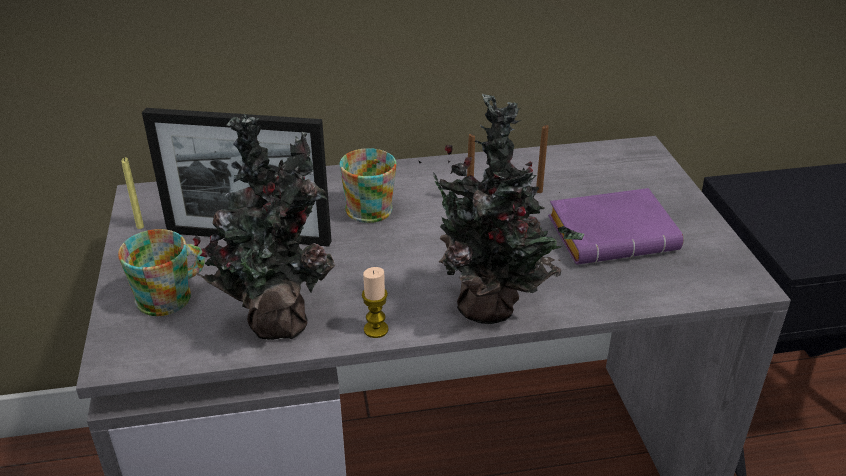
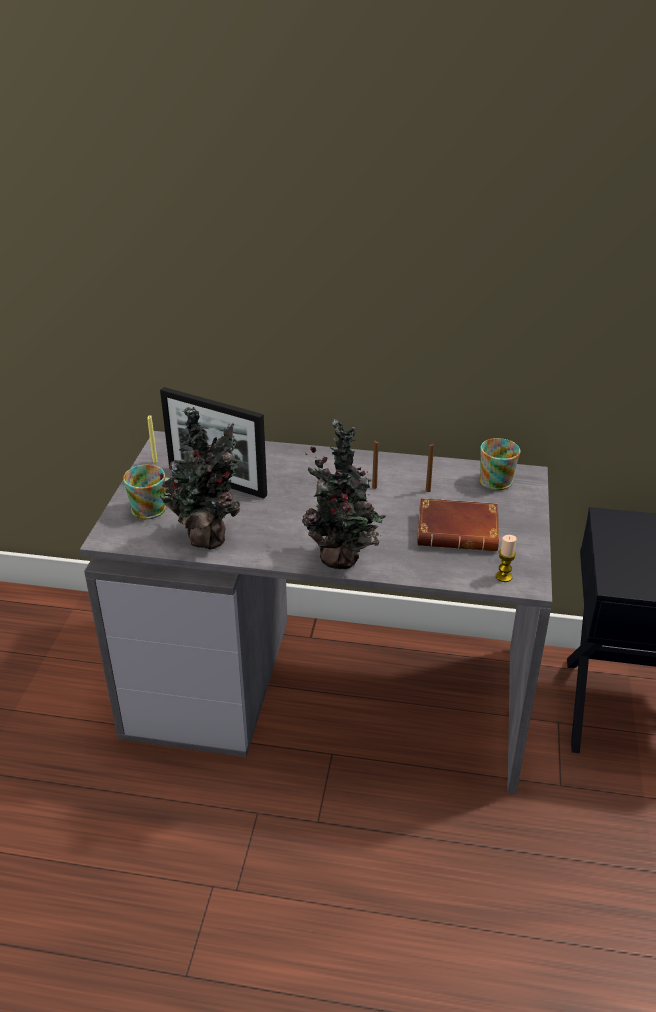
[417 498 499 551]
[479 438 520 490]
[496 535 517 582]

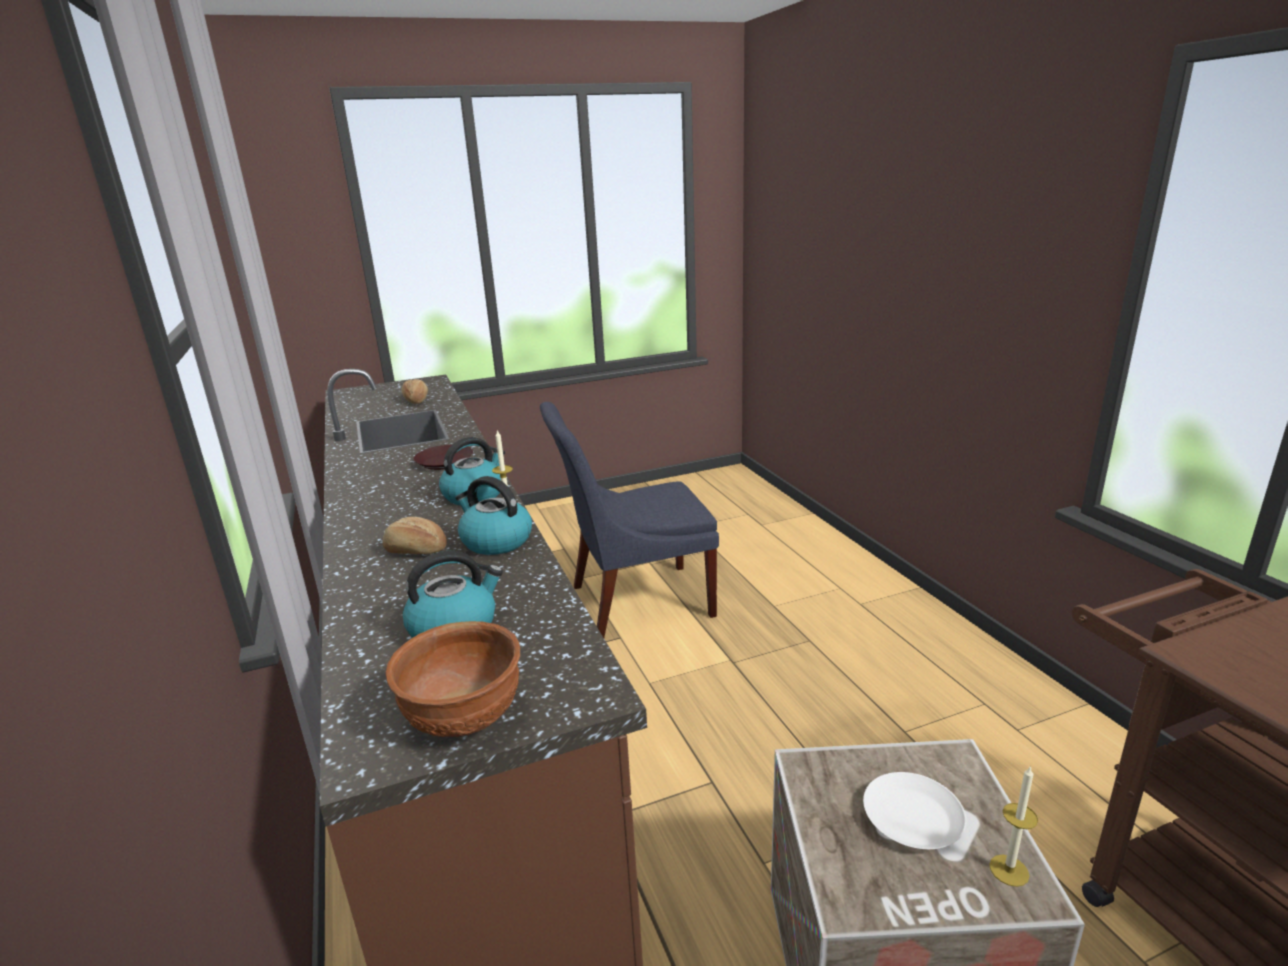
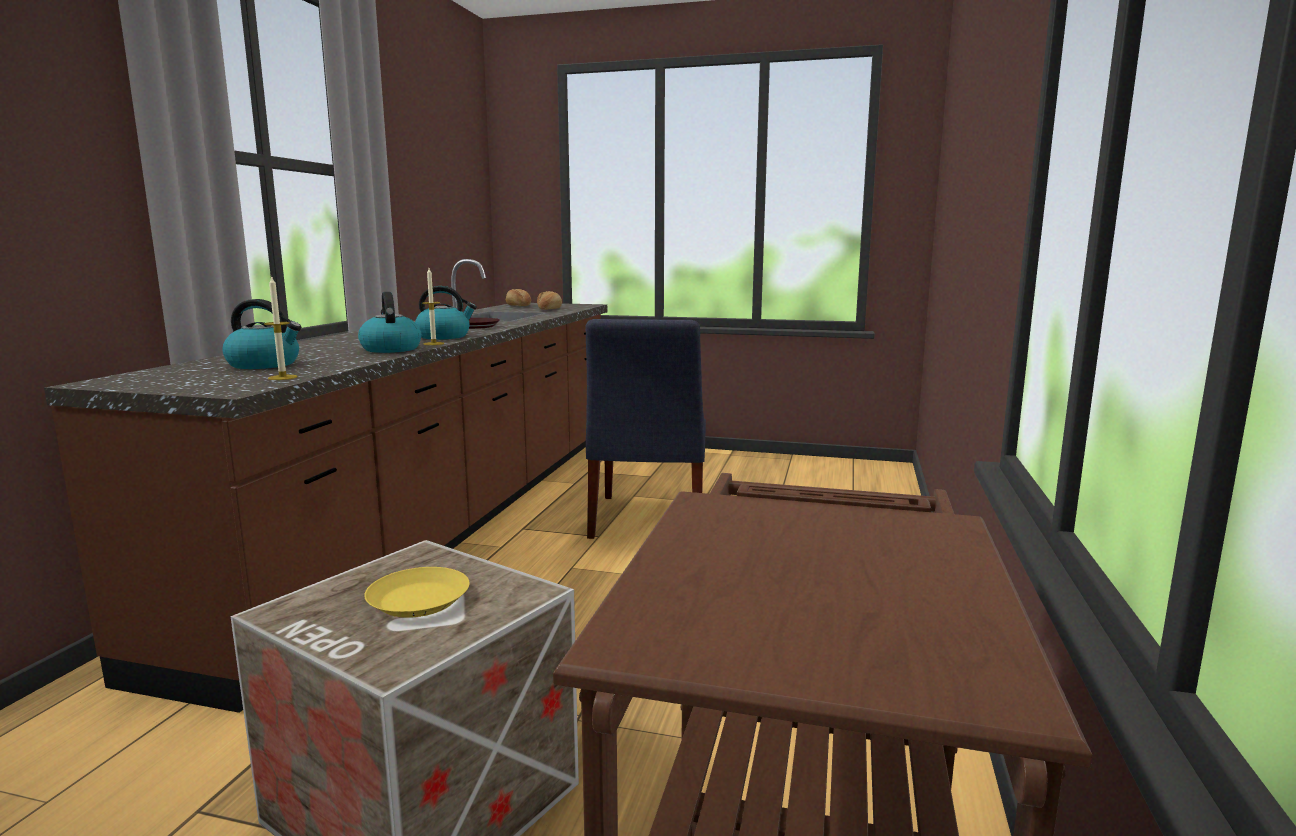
[264 275 298 380]
[364 567 470 618]
[506 289 531 306]
[585 319 706 539]
[385 621 520 737] (first image)

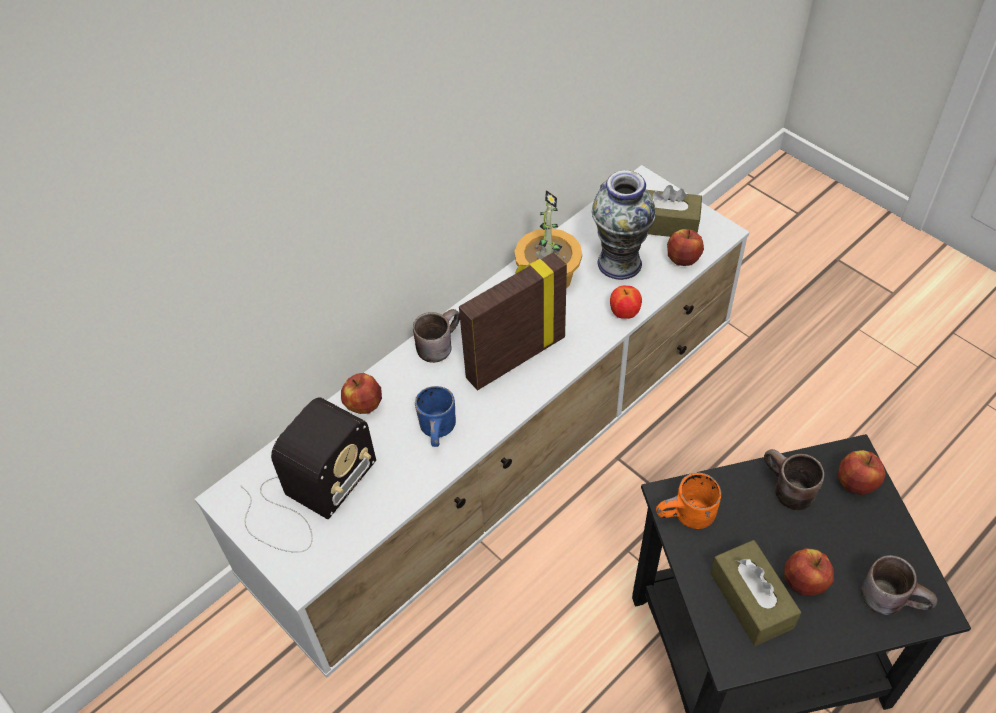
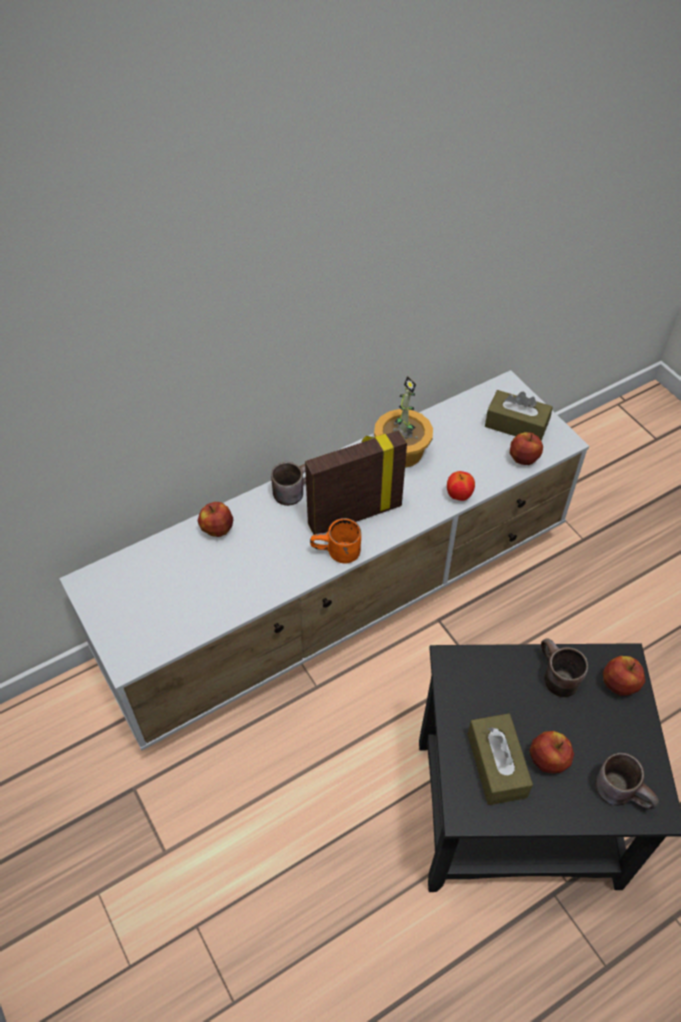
[310 518 361 563]
[241 397 376 553] (first image)
[415 386 456 447] (first image)
[592 170 656 280] (first image)

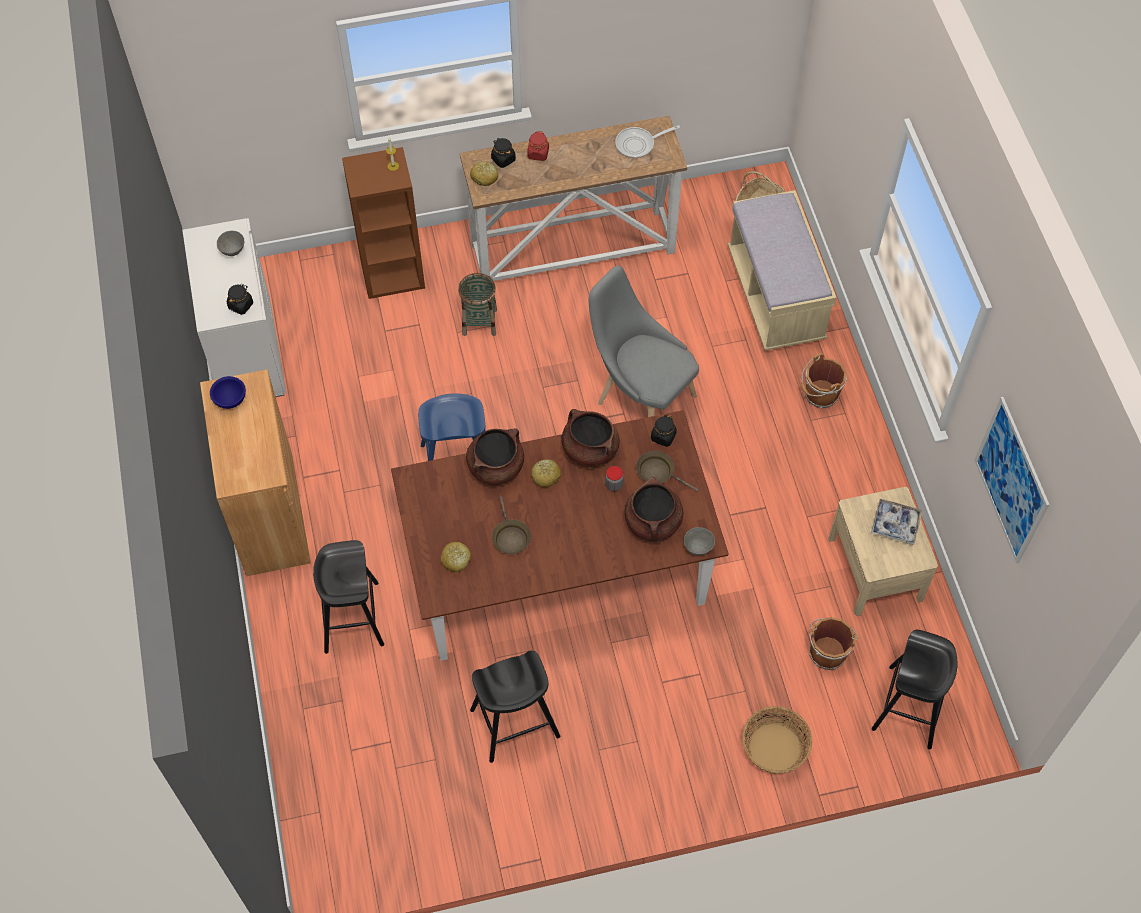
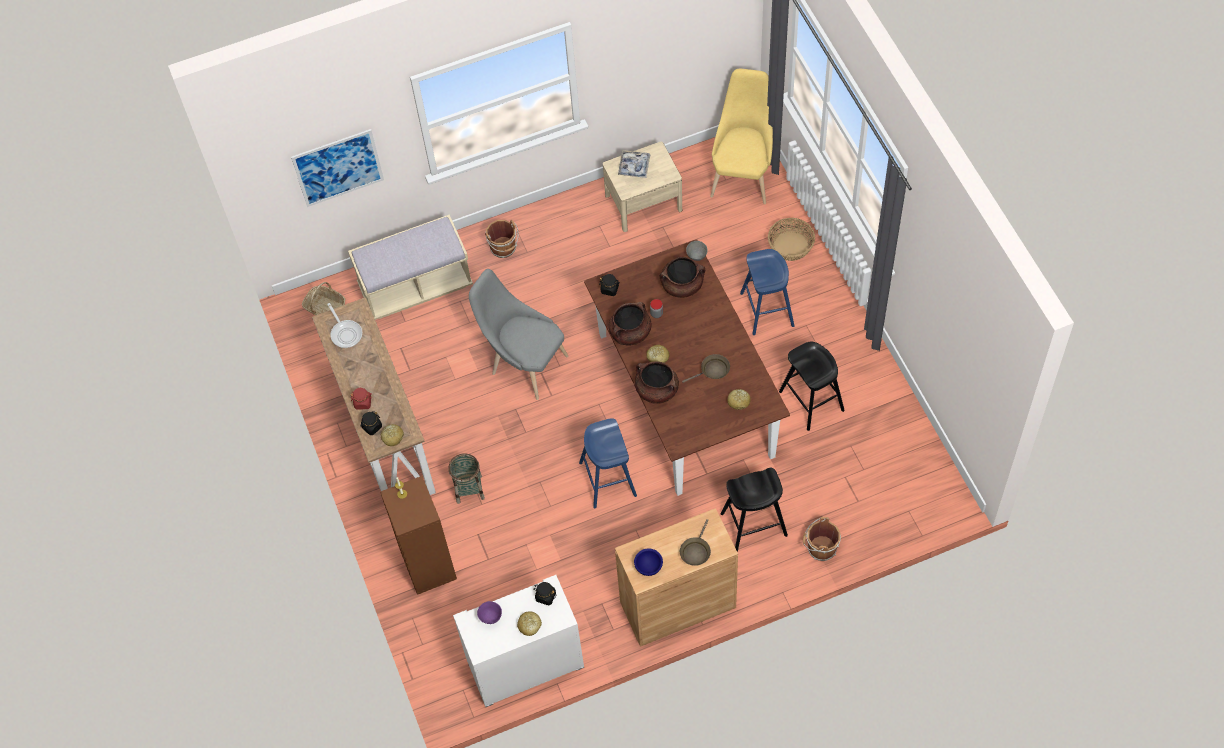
[291 129 384 207]
[469 269 568 400]
[477 601 502 624]
[517 611 542 636]
[680 519 711 566]
[710 69 773 204]
[740 249 794 335]
[803 517 841 561]

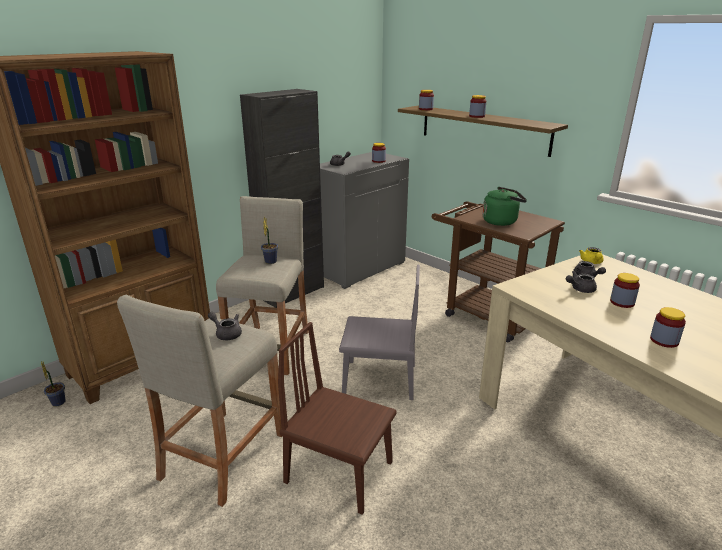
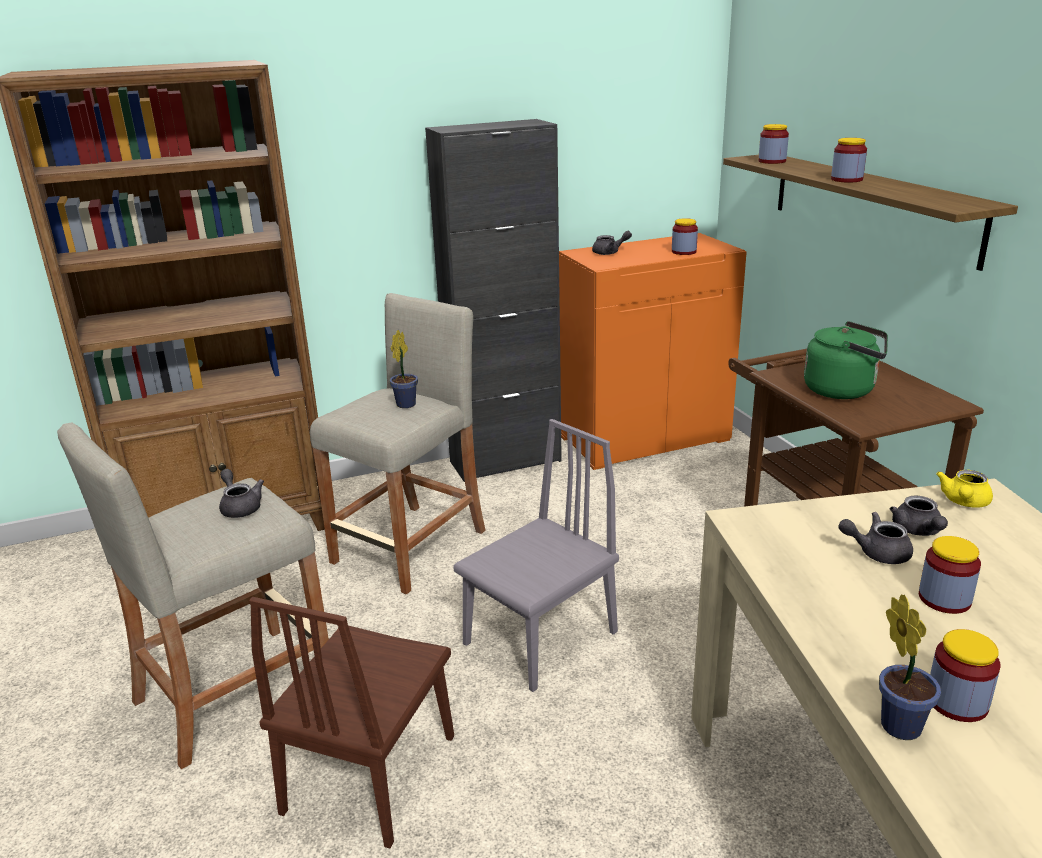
[249 597 454 849]
[453 419 619 692]
[559 233 747 470]
[879 595 941 740]

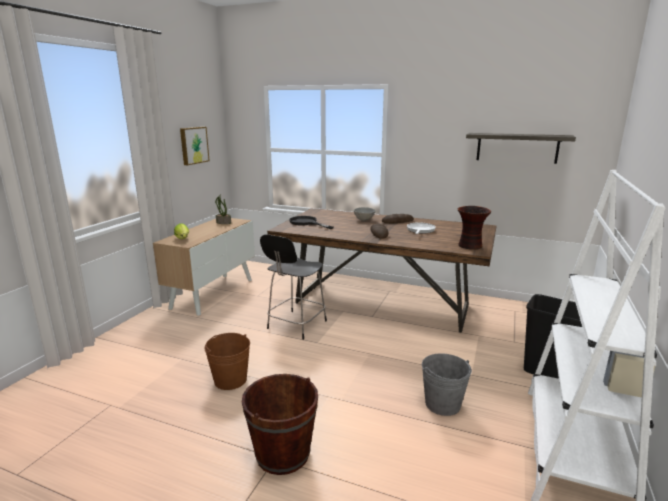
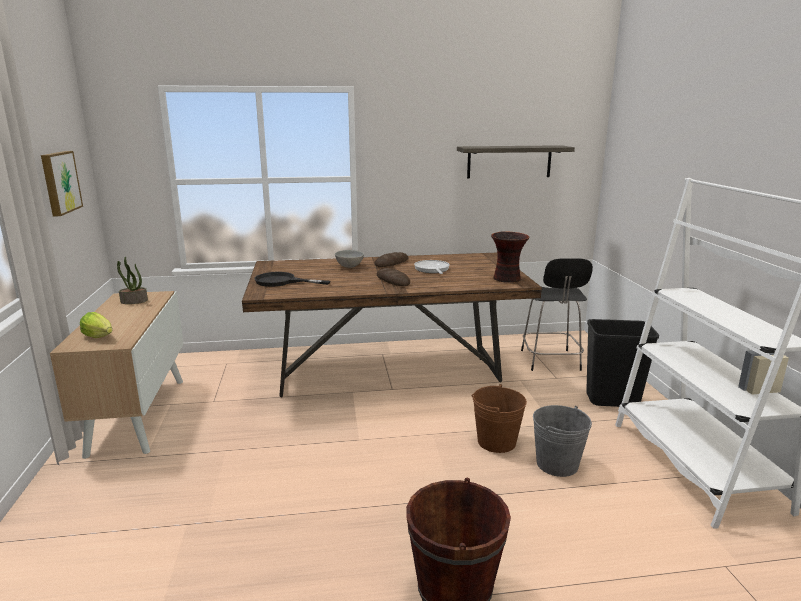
[472 384 527 453]
[521 259 593 371]

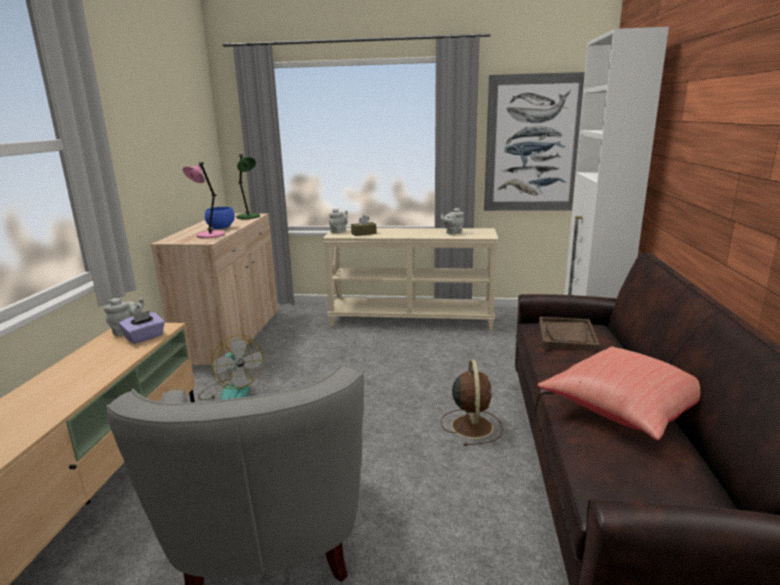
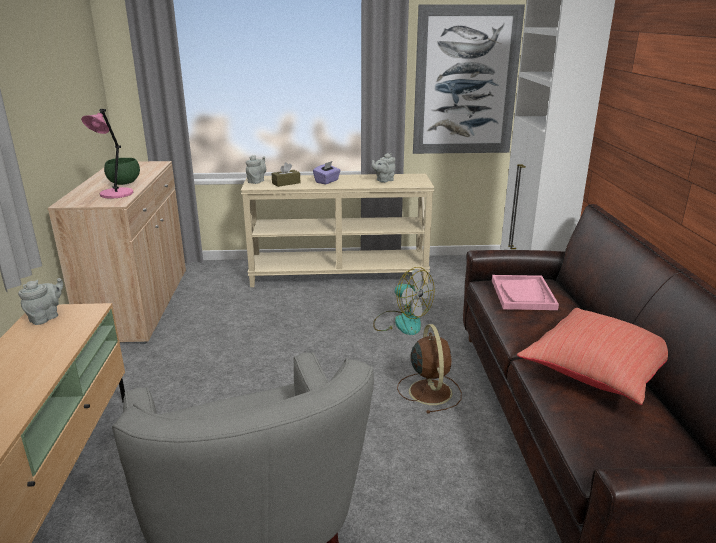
[104 158 140 185]
[313 161 341 184]
[373 267 435 335]
[492 275 559 310]
[236 154 260 219] (first image)

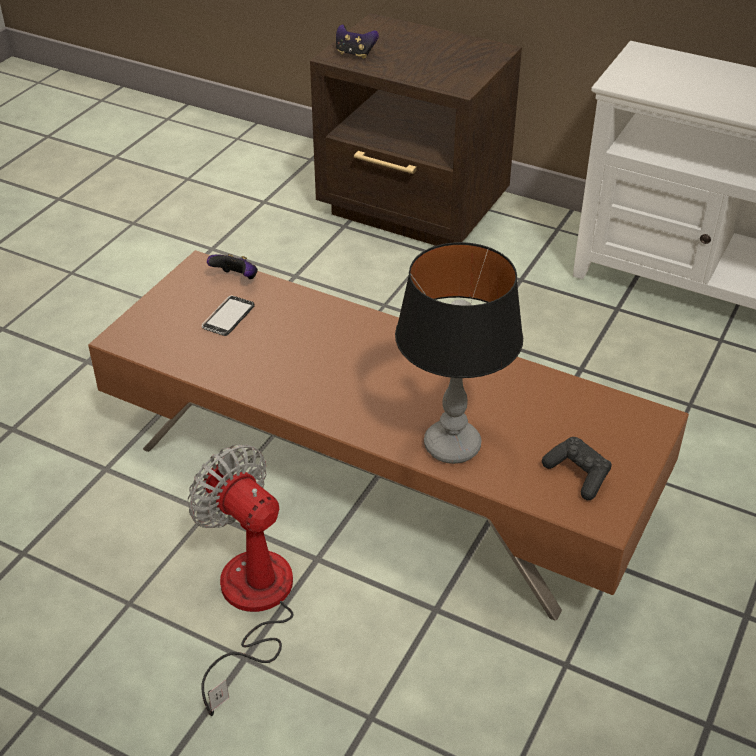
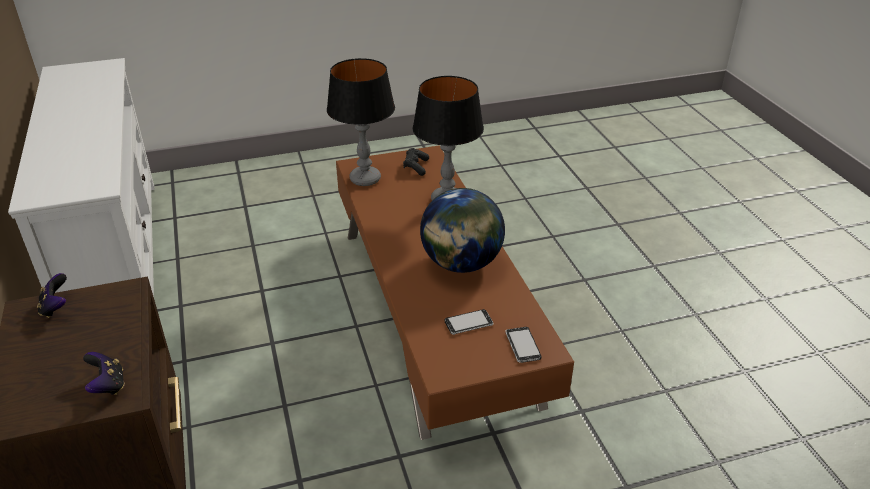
[37 273 67 318]
[327 58 395 186]
[420 188 505 273]
[505 327 542 363]
[188 444 293 716] (first image)

